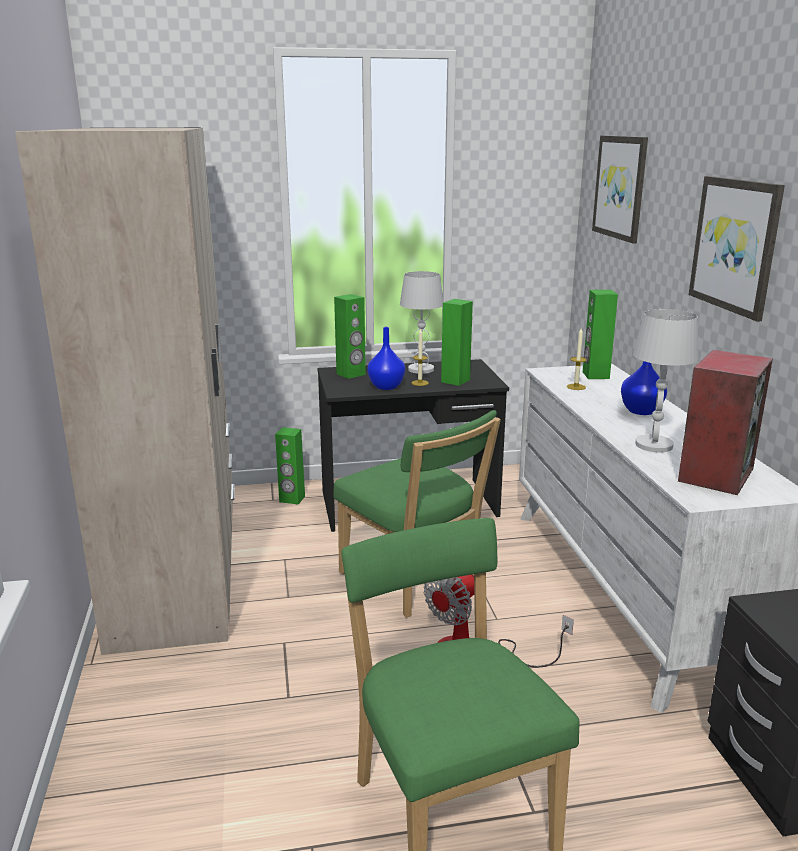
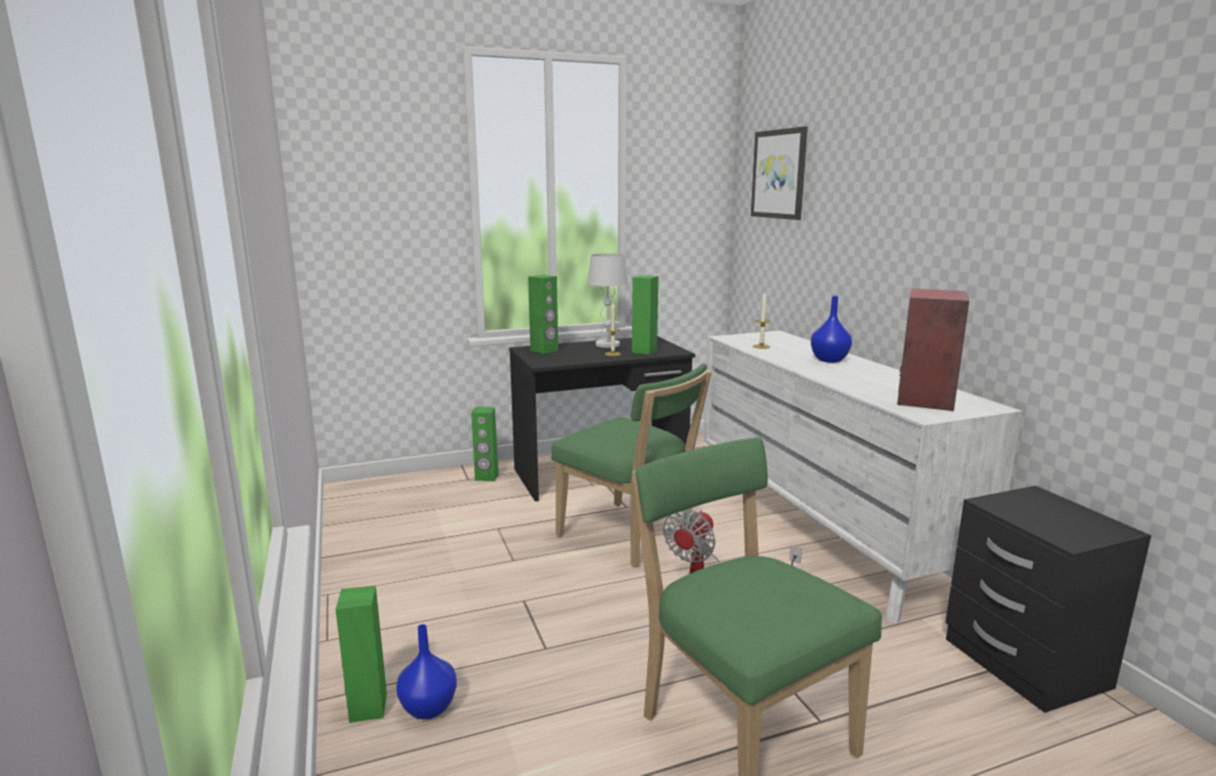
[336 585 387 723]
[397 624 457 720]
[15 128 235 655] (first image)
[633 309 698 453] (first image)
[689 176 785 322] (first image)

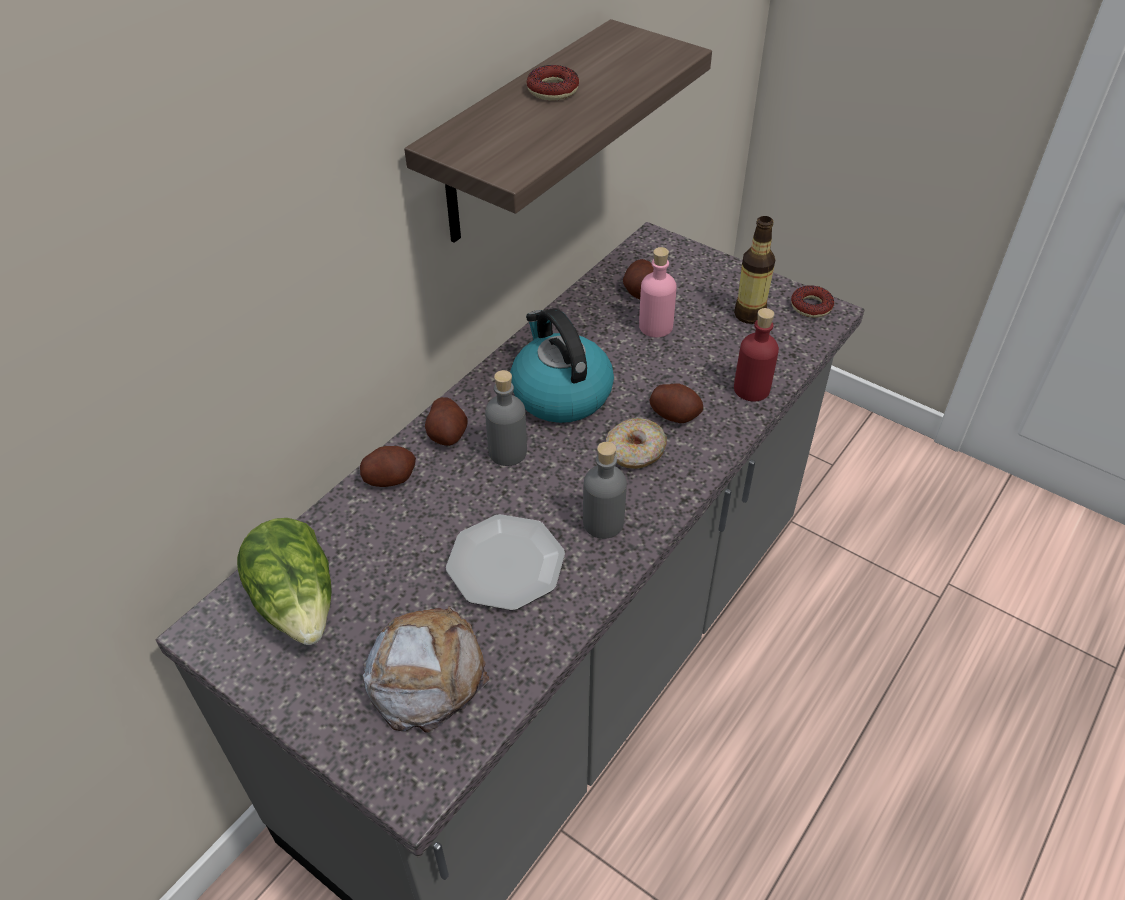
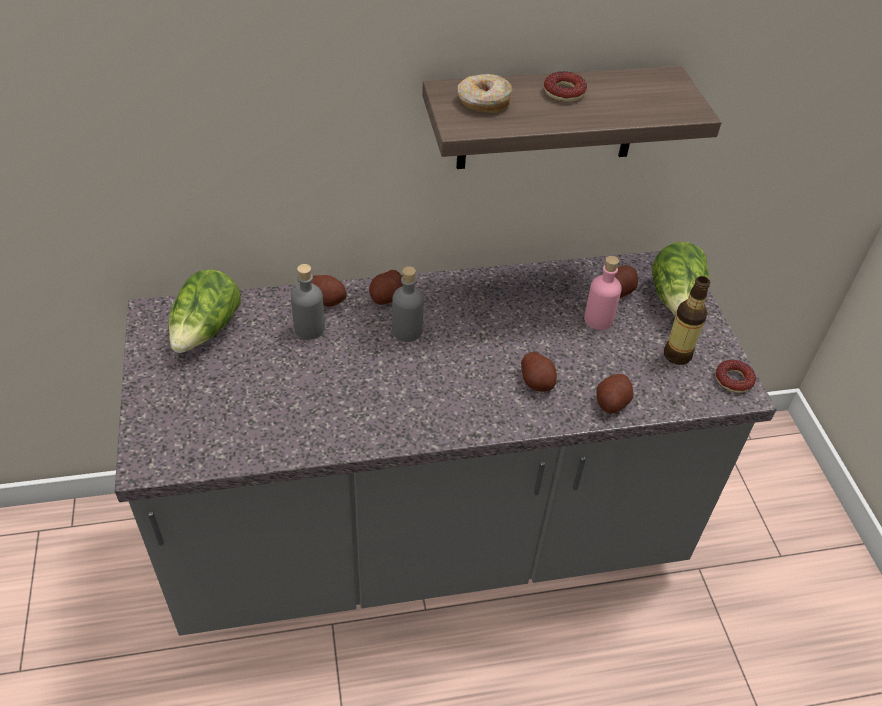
[291 264 325 340]
[457 74 514 113]
[597 374 633 413]
[652 242 709 316]
[363 606 489 733] (first image)
[446 514 565 611] (first image)
[510 308 614 423] (first image)

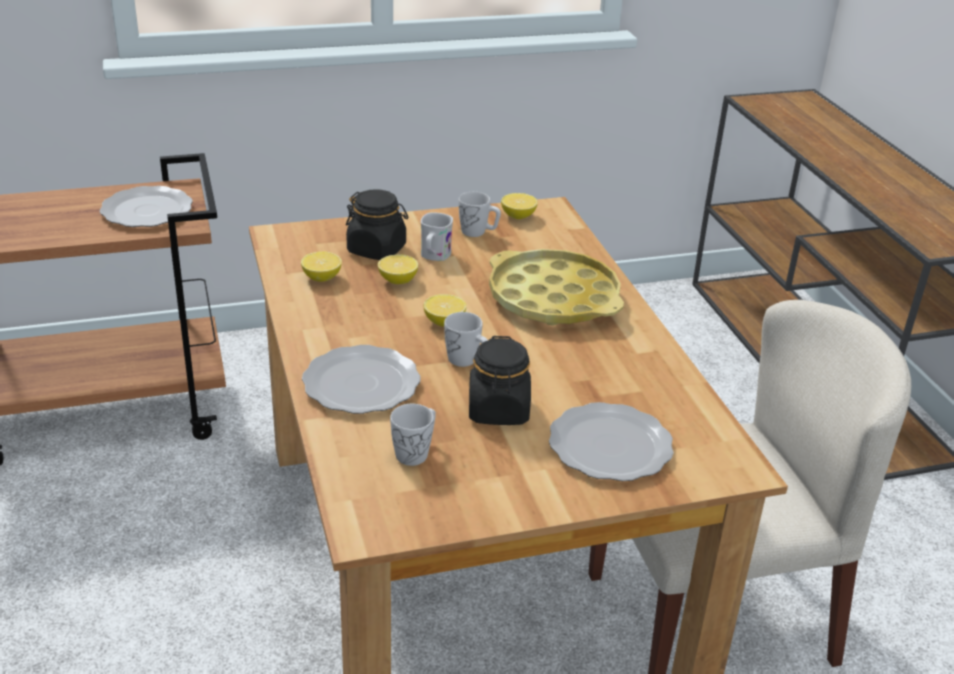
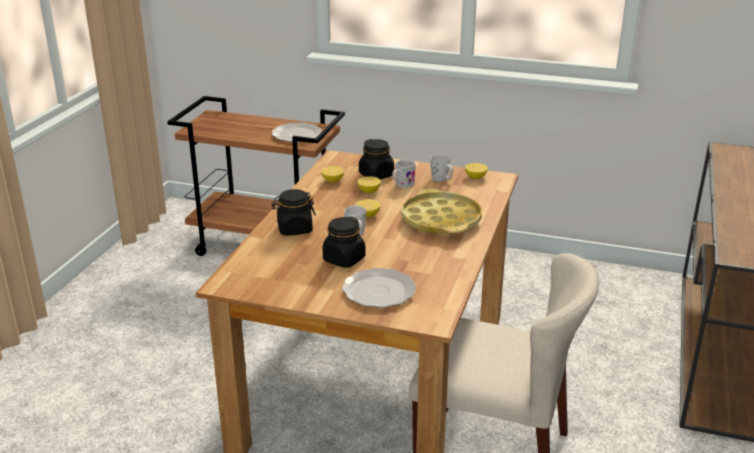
[272 189 316 235]
[390 404 436 466] (first image)

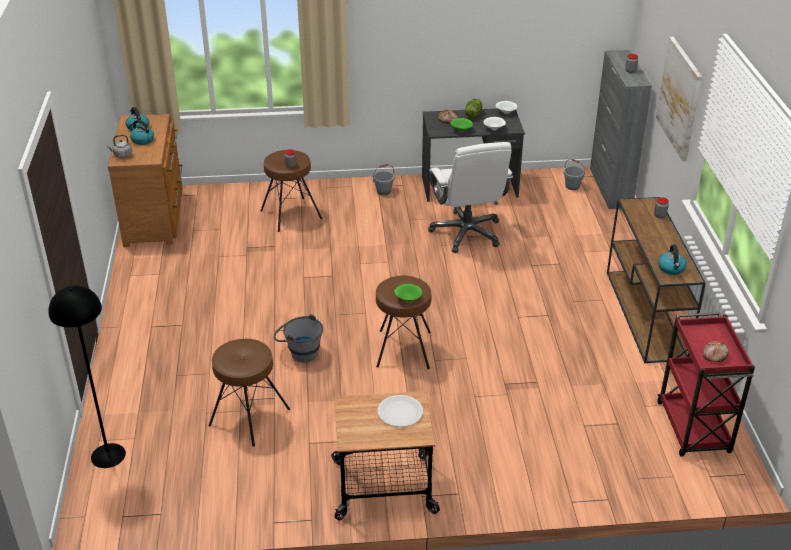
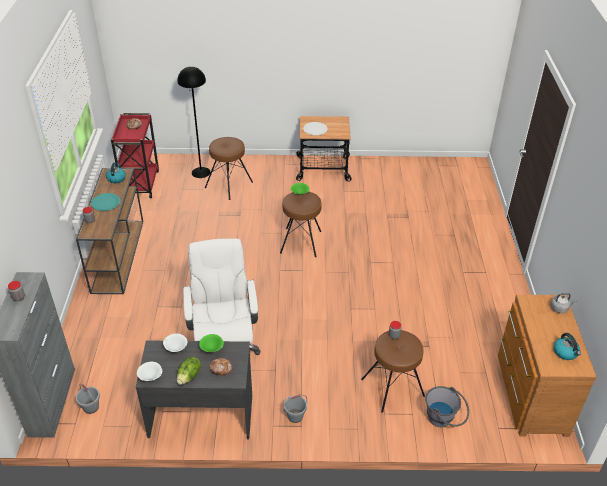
[91 193 120 211]
[177 67 211 178]
[205 137 253 200]
[425 386 469 427]
[129 120 154 145] (first image)
[656 37 702 161] (first image)

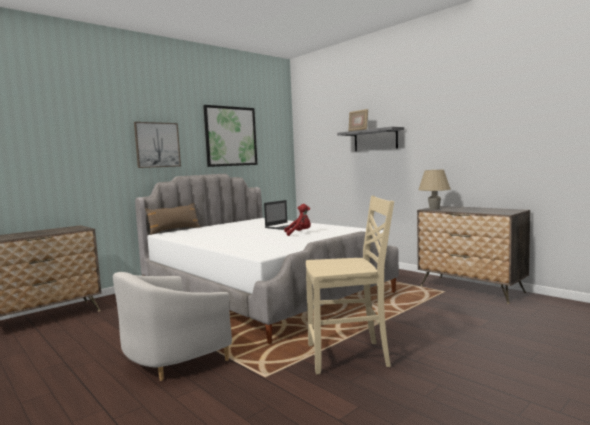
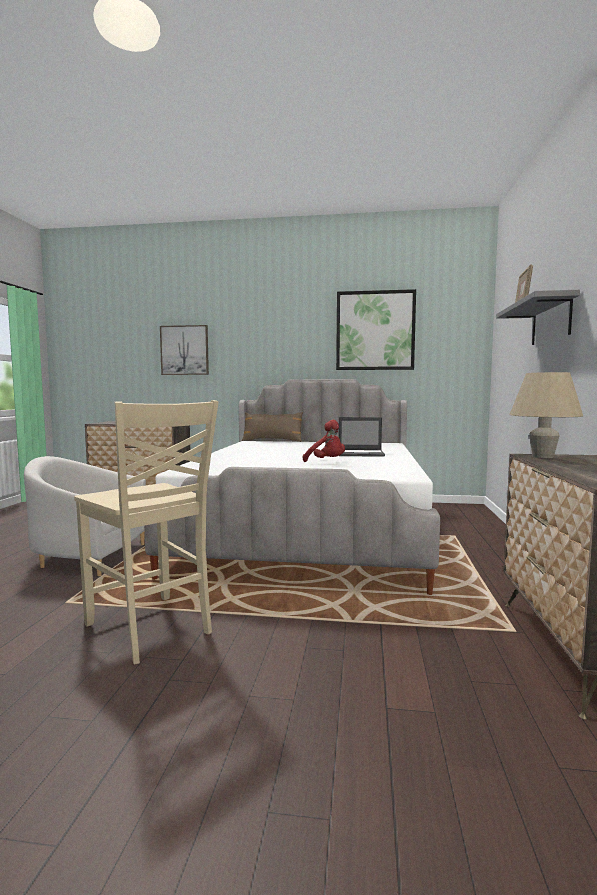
[160 325 209 375]

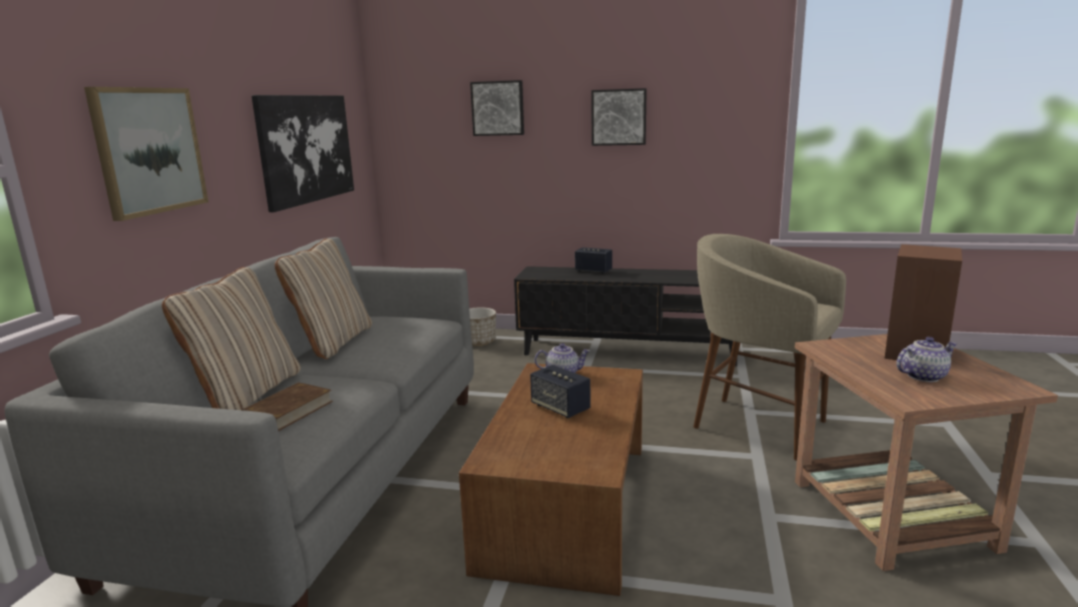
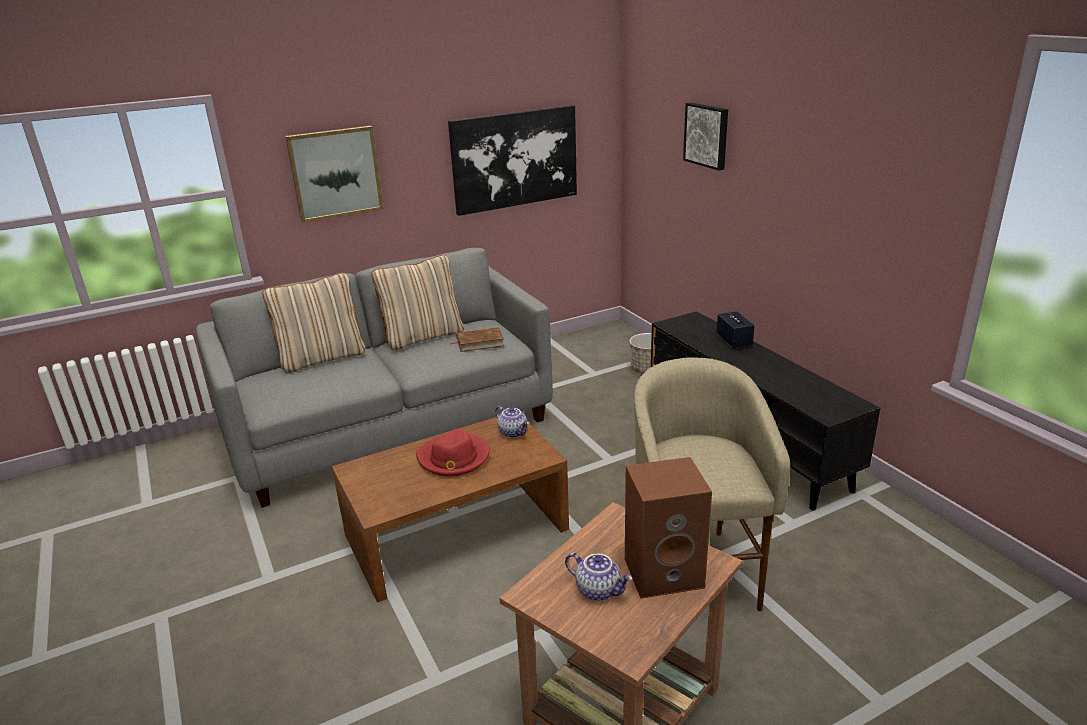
[416 429 490 476]
[450 327 504 352]
[591 88 647 146] (first image)

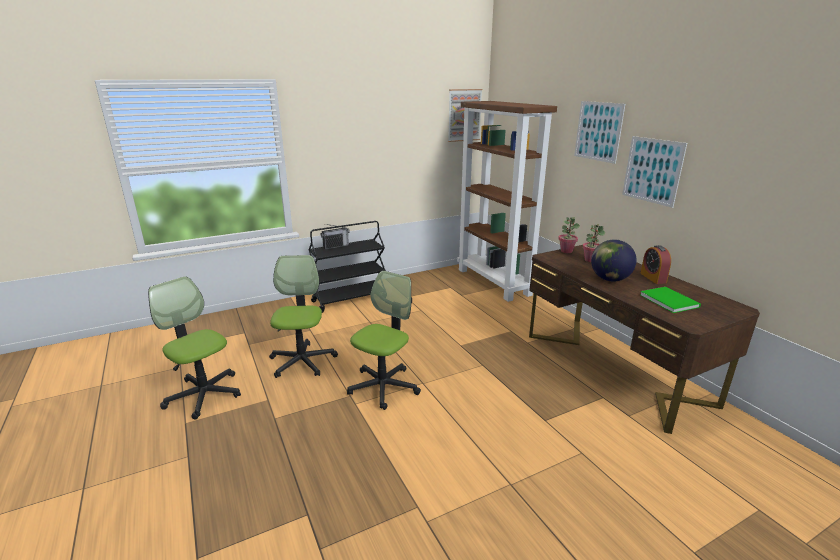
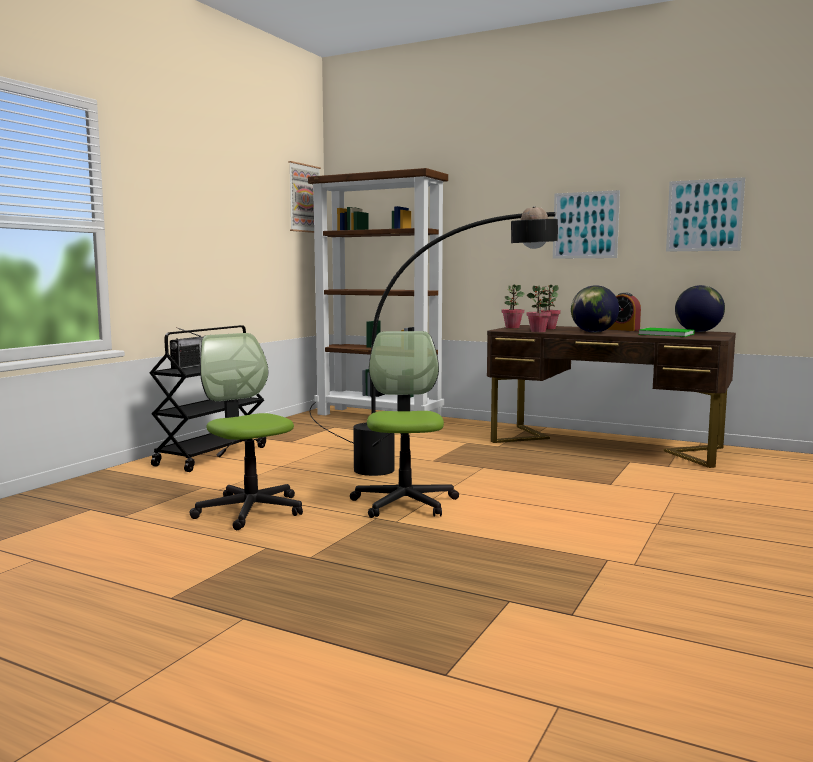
[310 206 558 476]
[526 285 551 332]
[666 177 745 252]
[675 285 725 332]
[148 277 241 420] (first image)

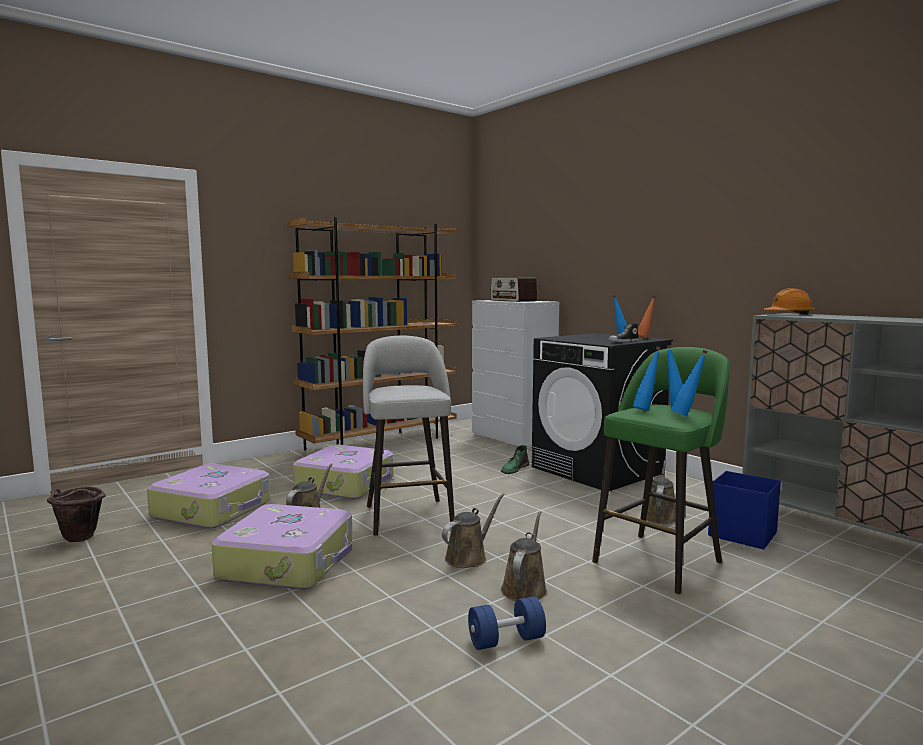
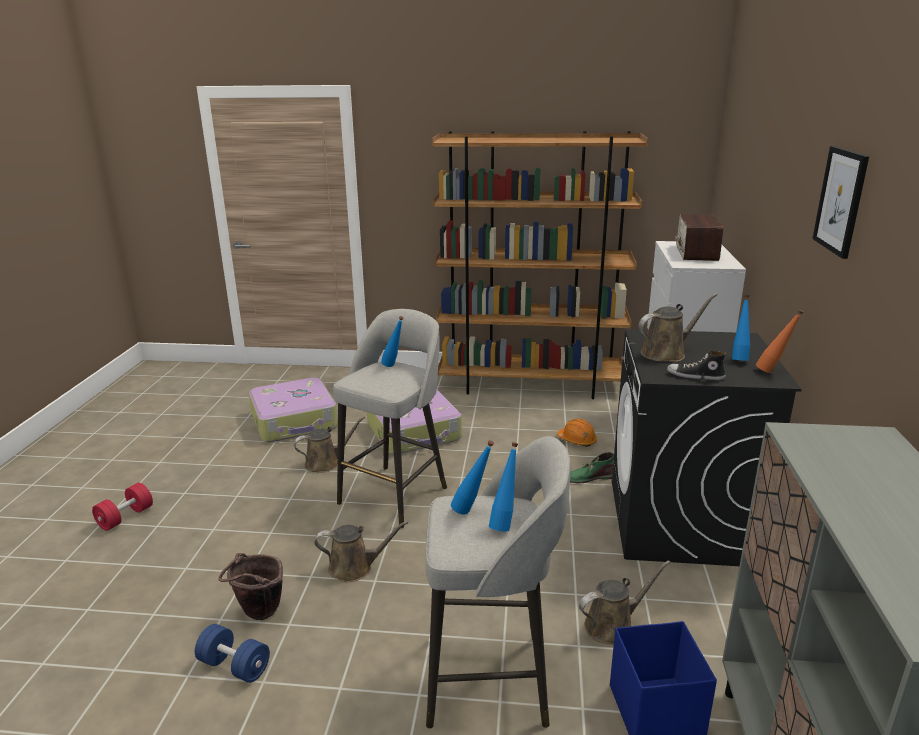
[92 483 153 531]
[218 553 283 620]
[381 316 404 367]
[426 436 570 728]
[557 419 597 447]
[639 293 717 362]
[812 146 869 259]
[211 504 352 589] (first image)

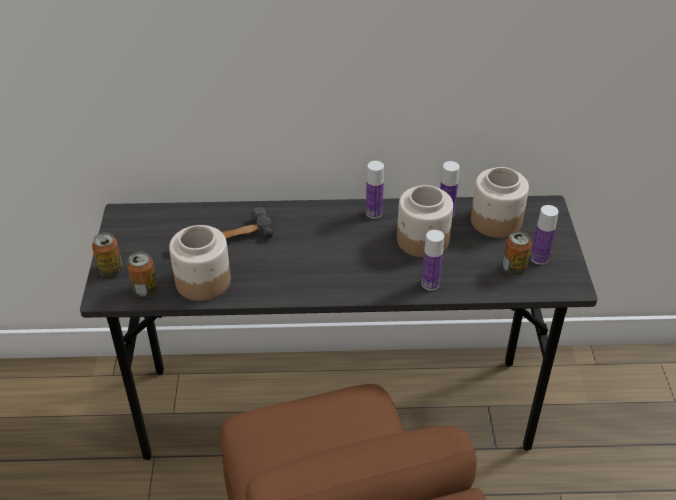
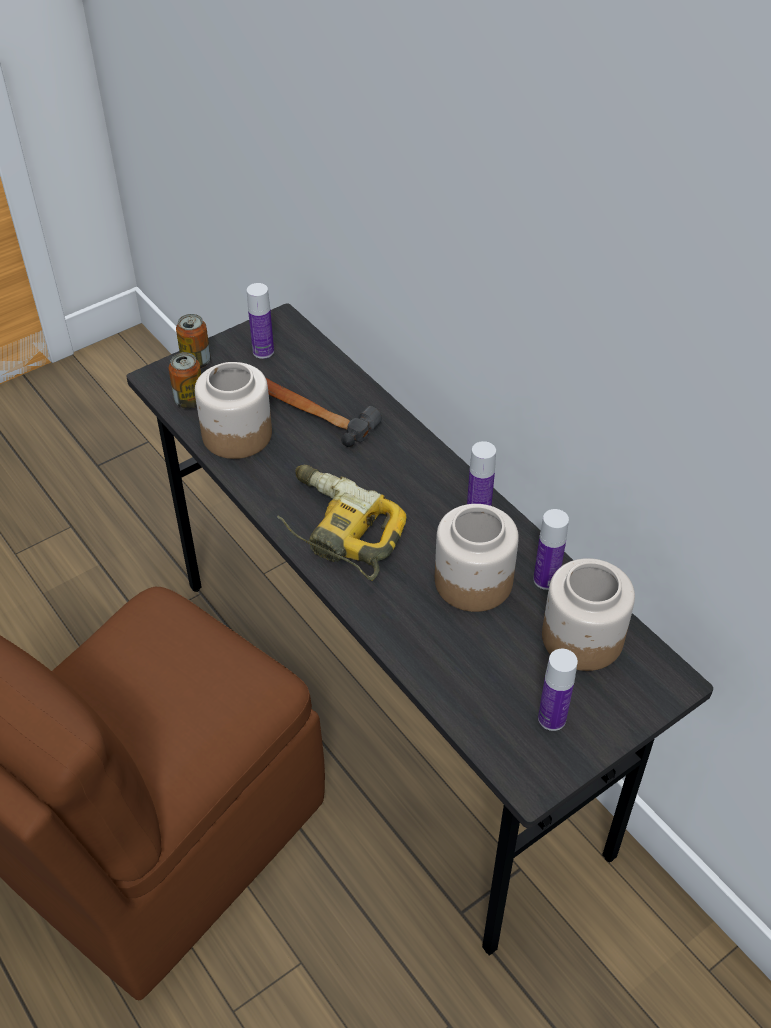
[247 283 274 359]
[277 465 406 581]
[502 231 532 275] (first image)

